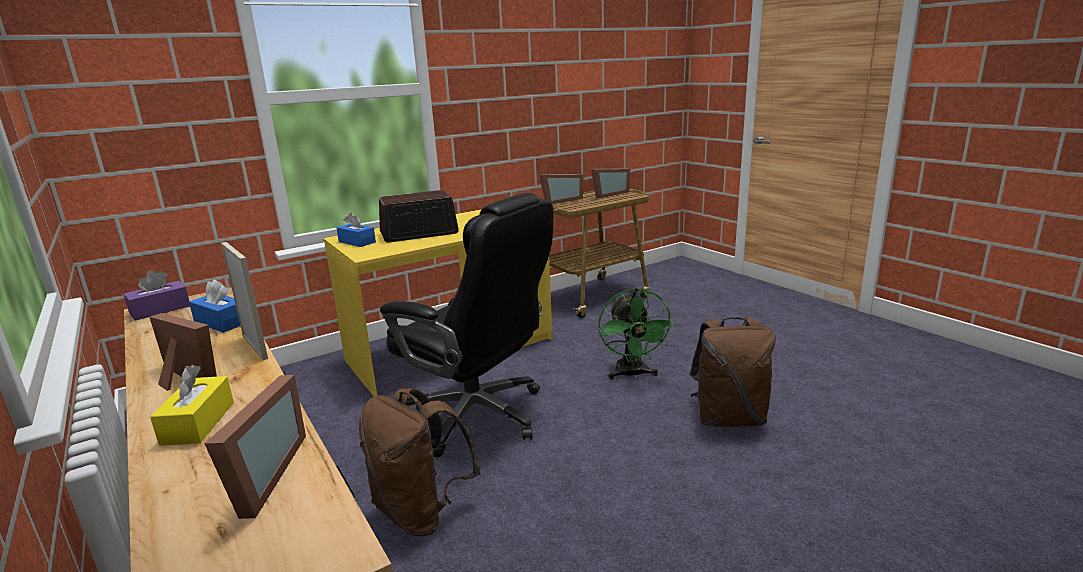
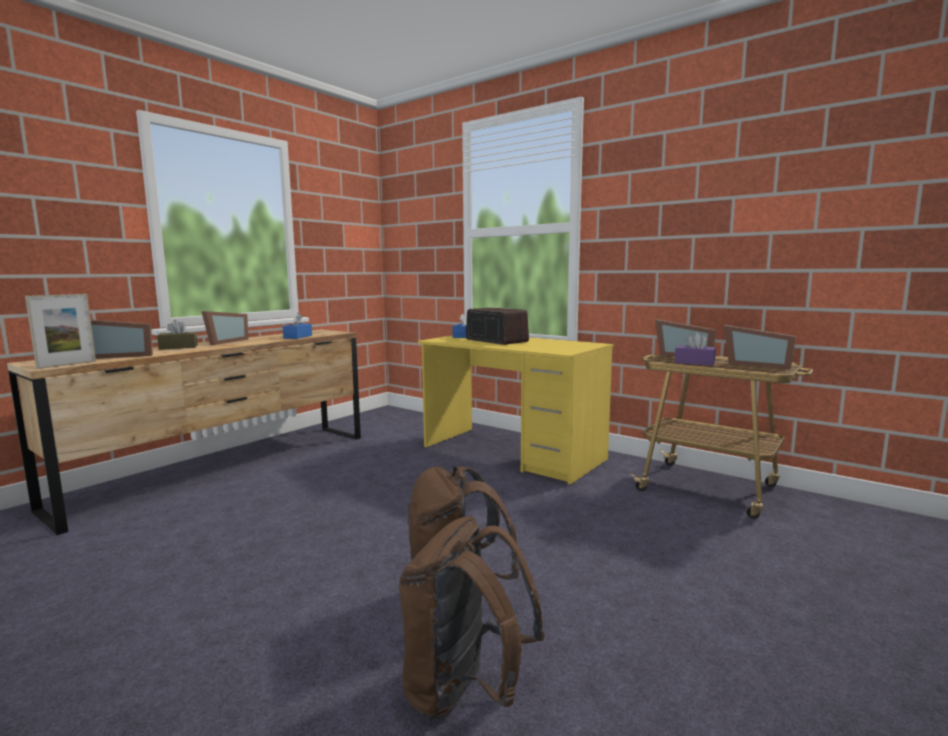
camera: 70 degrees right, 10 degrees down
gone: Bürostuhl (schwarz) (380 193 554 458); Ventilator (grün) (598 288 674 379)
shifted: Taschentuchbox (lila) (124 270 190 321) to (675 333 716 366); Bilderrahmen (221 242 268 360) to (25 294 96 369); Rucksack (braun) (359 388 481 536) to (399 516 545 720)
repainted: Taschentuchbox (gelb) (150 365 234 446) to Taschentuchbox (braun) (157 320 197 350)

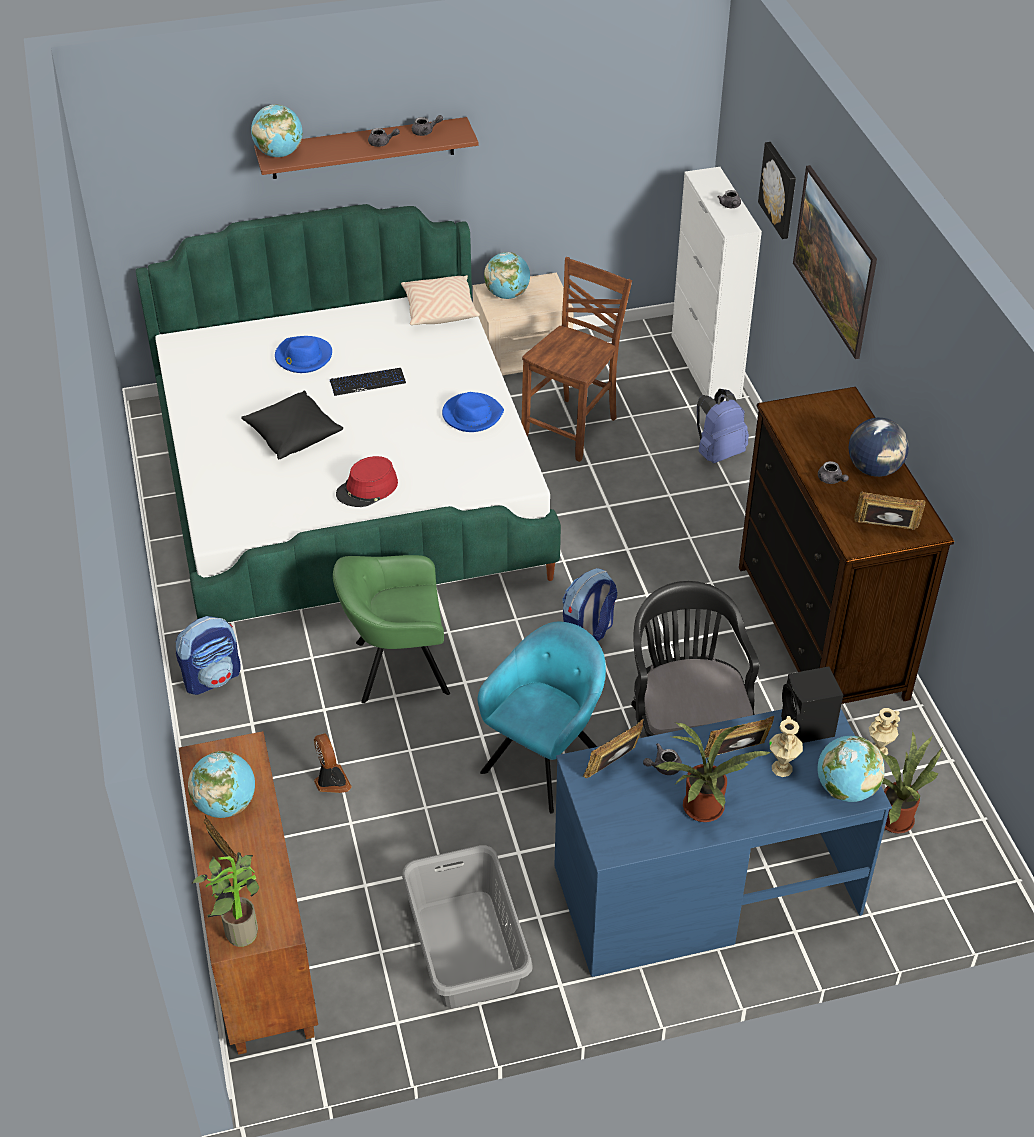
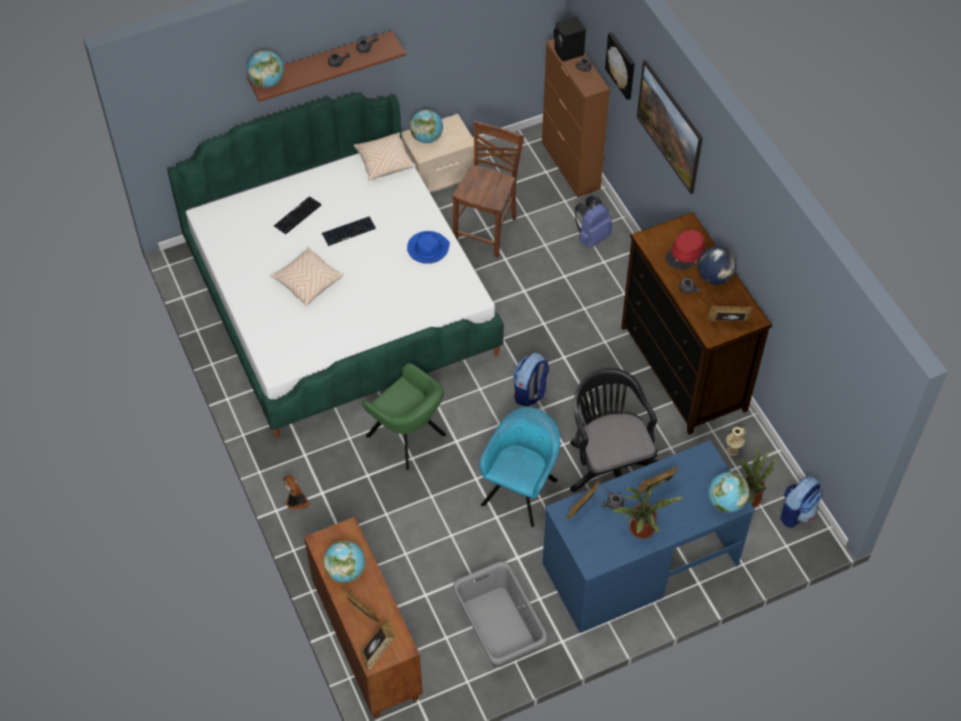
camera: 10 degrees left, 10 degrees up
gone: Vase (beige) (770 716 803 777)
shifted: Rucksack (176 616 241 695) to (780 476 822 528); Ventilator (314 733 352 793) to (283 474 311 510); Hut (rot) (336 456 398 507) to (665 230 705 270); Lautsprecher (schwarz) (781 666 843 743) to (553 16 586 62)
swapped: Topfpflanze (192 852 259 947) to Bilderrahmen (360 620 396 672); Hut (blau) (275 336 332 373) to Tastatur (274 197 321 235)
repainted: Kissen (schwarz) (241 390 343 459) to Kissen (beige) (270 247 344 306); Schrank (weiß) (672 167 762 402) to Schrank (braun) (542 39 610 197)
rotated: Sessel (grün) (333 555 450 703) = (362 363 446 470) 120 degrees counterclockwise

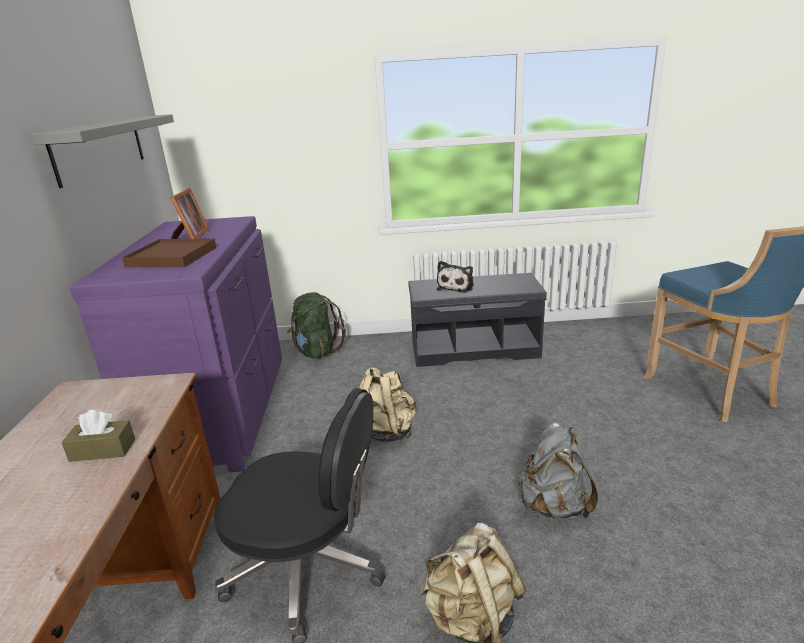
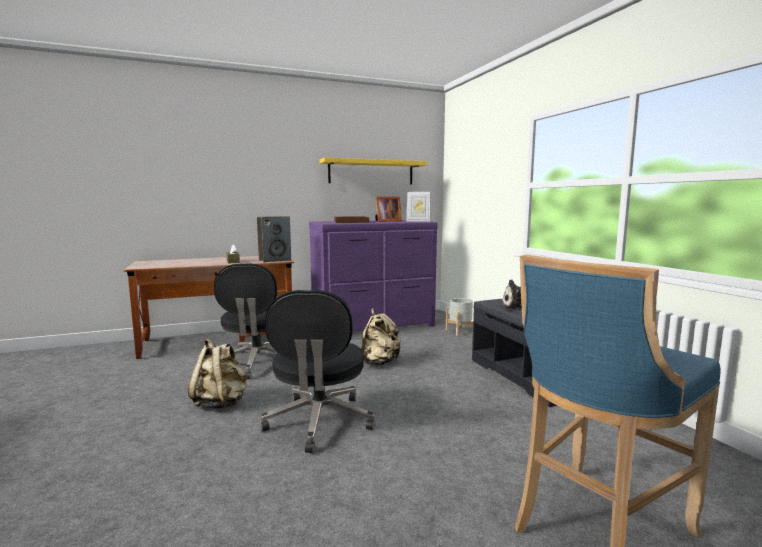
camera: 70 degrees right, 15 degrees down
new: Lautsprecher (257 216 291 262); Bilderrahmen (407 192 431 222)
swapped: Rucksack (grün) (287 292 346 359) to Pflanzkübel (grau) (446 298 473 336); Rucksack (grau) (518 423 598 519) to Bürostuhl (schwarz) (260 290 375 453)
repainted: Wandregal (grau) (30 114 174 188) to Wandregal (gelb) (320 157 428 185)

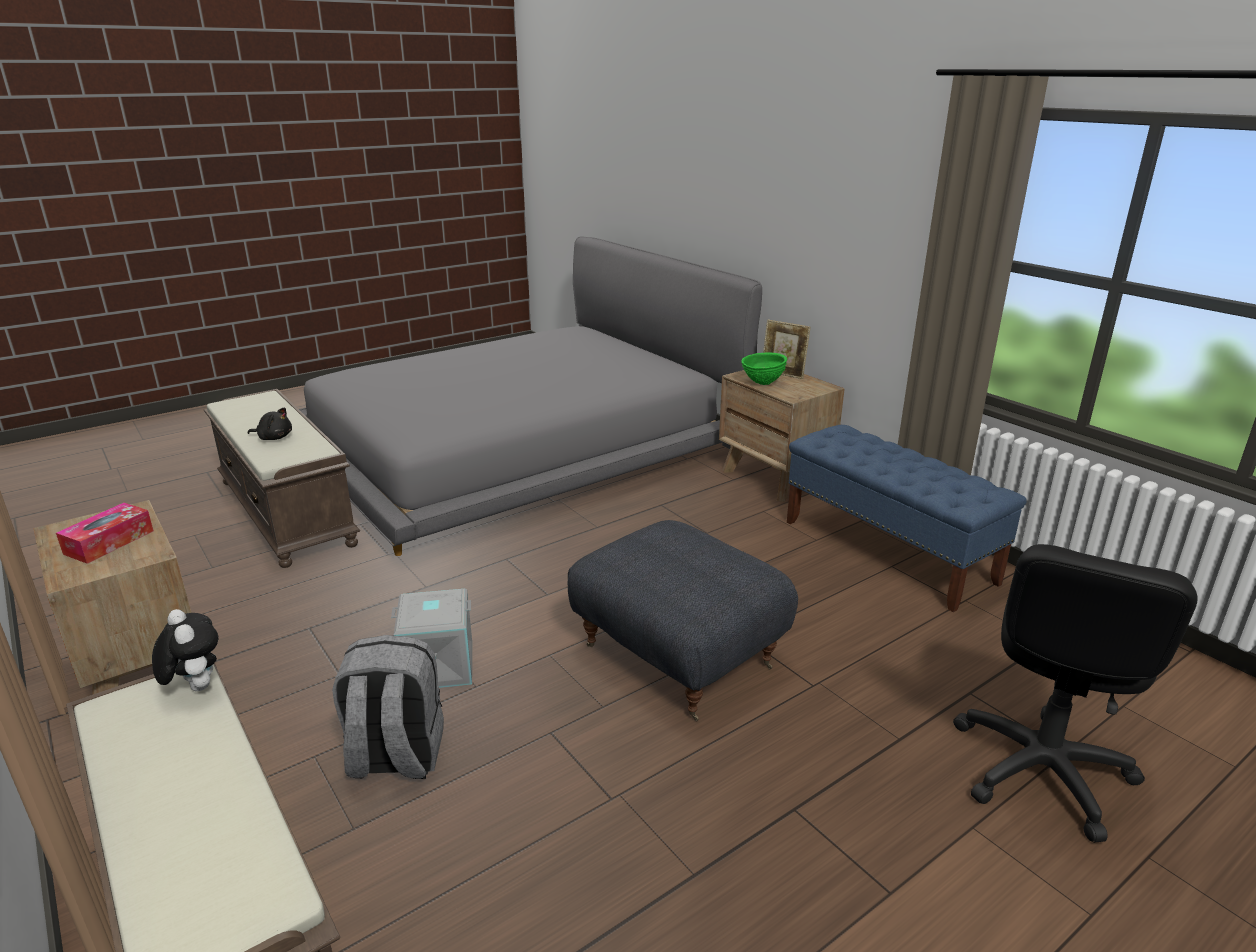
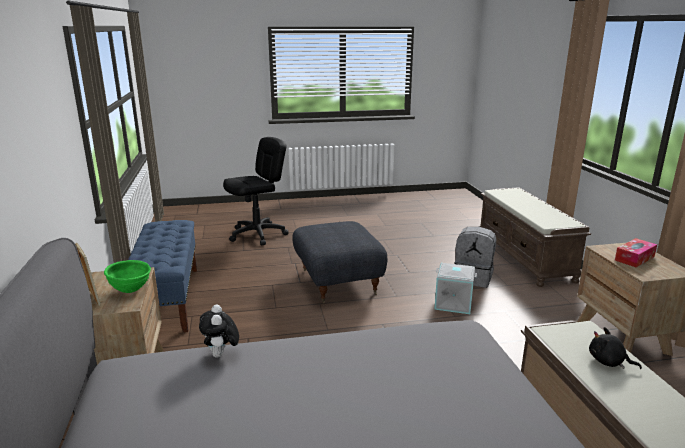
camera: 155 degrees left, 5 degrees down
shifted: Plüschtier (152 609 218 691) to (199 304 239 358)

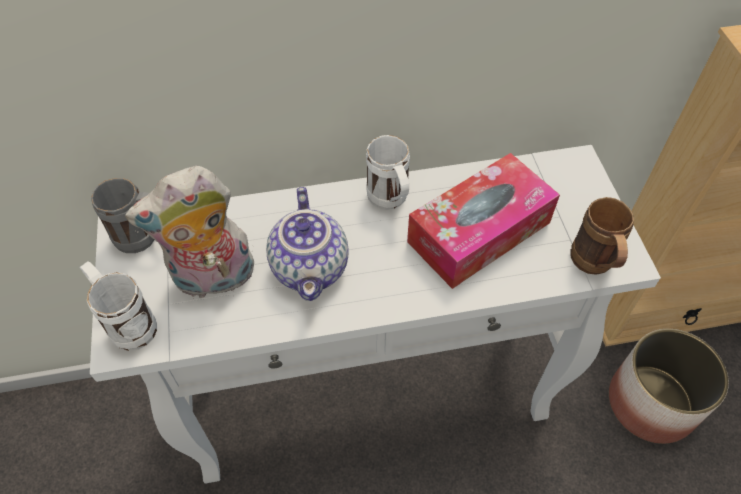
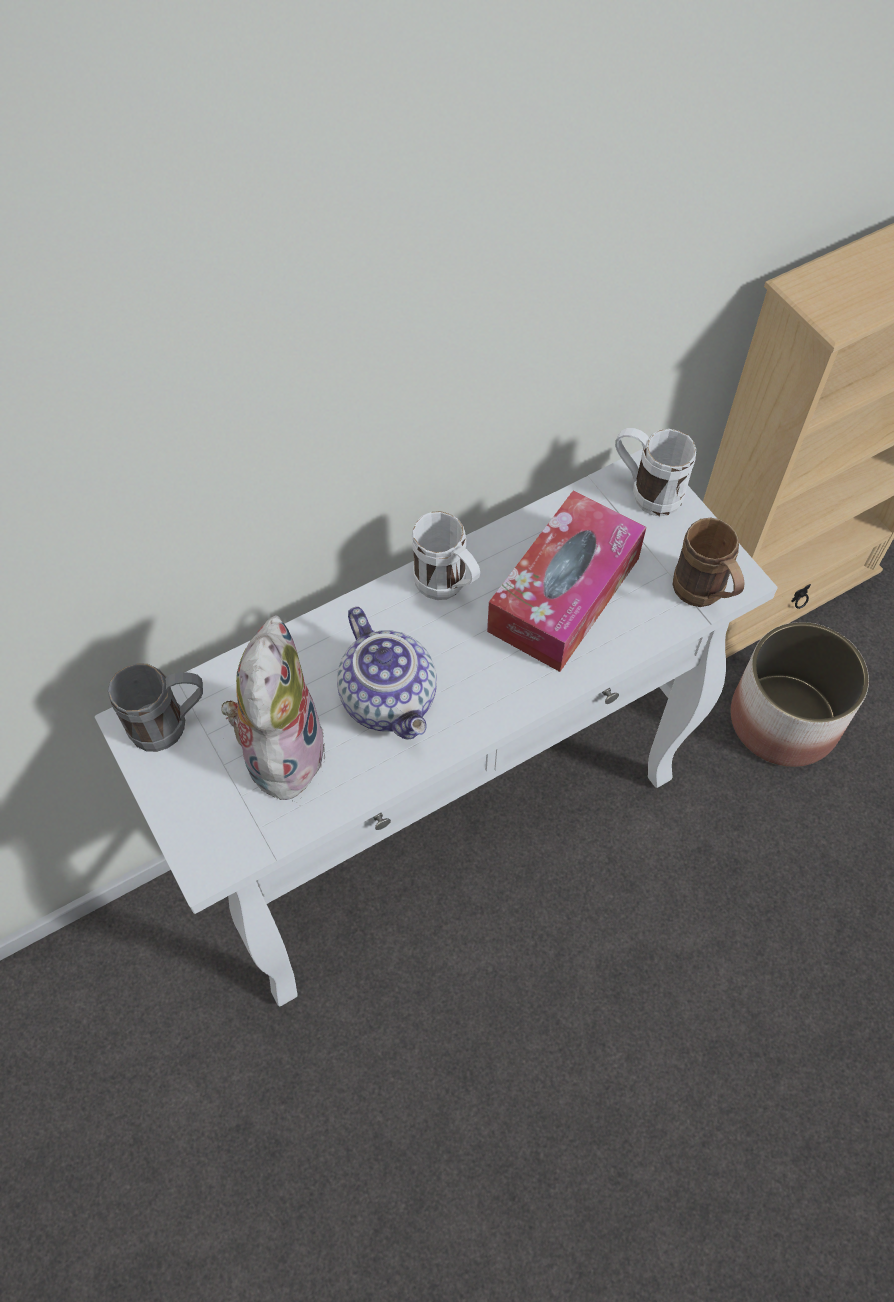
camera: 20 degrees left, 5 degrees up
shifted: Henkelbecher (weiß) (79 261 157 351) to (615 428 696 516)
rotated: Plüschtier (125 166 254 299) = (221 615 325 806) 135 degrees clockwise

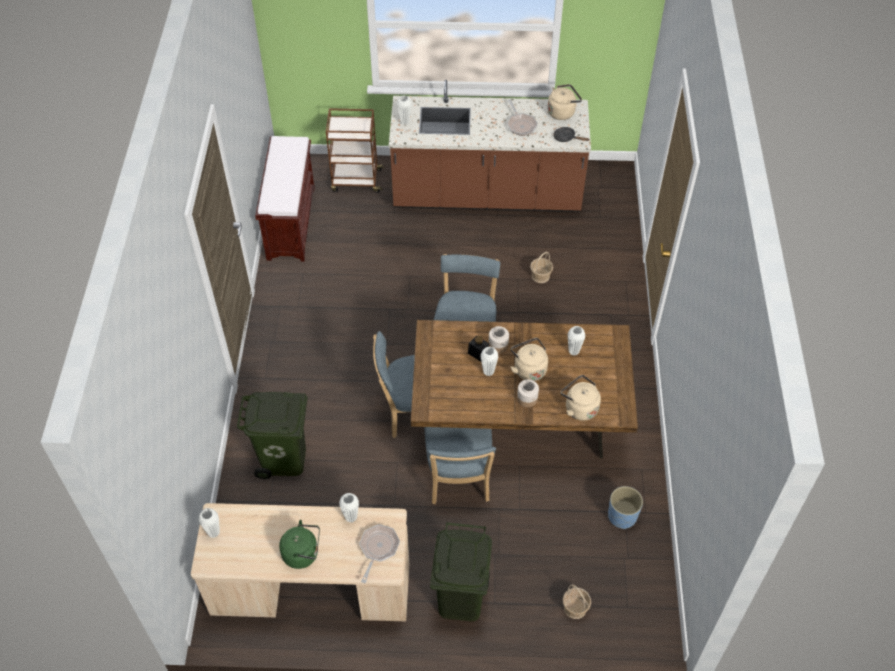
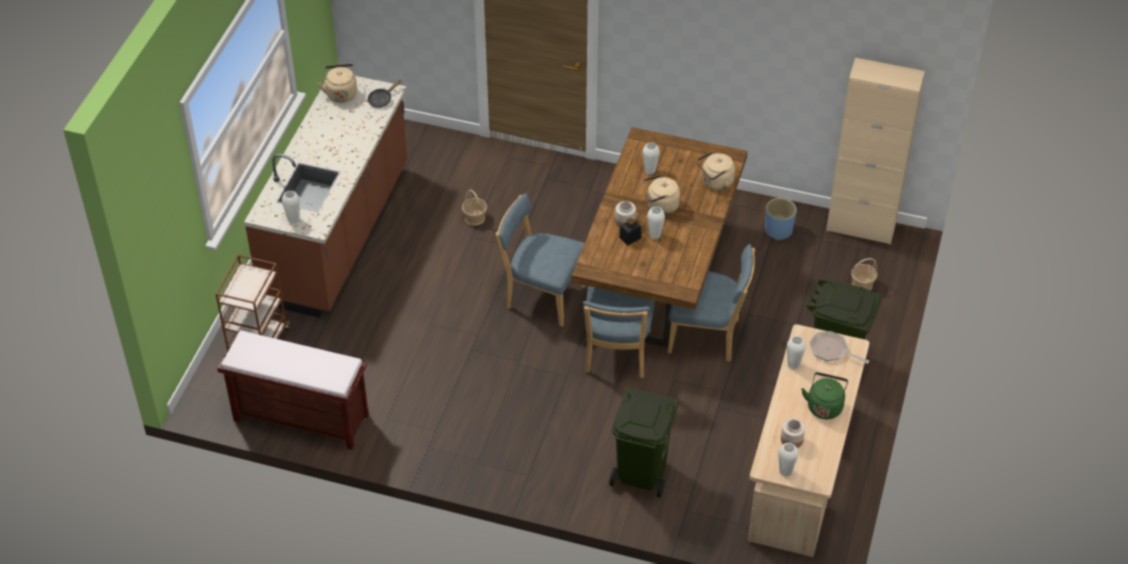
camera: 75 degrees left, 5 degrees down
gone: Pfanne (507 99 538 136)
new: Schrank (beige) (826 58 925 245)
shifted: Vorratsglas (517 379 539 407) to (781 418 805 448)

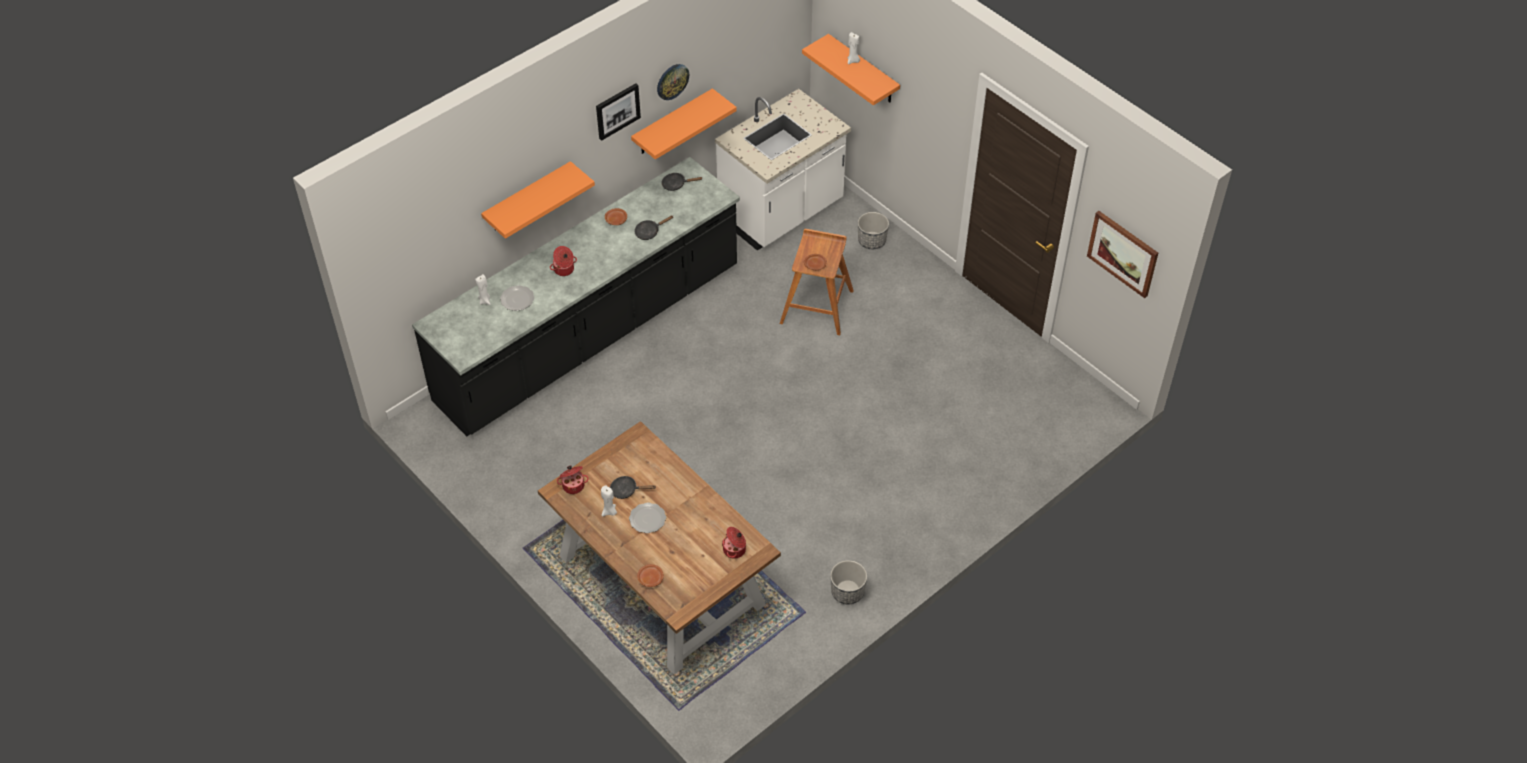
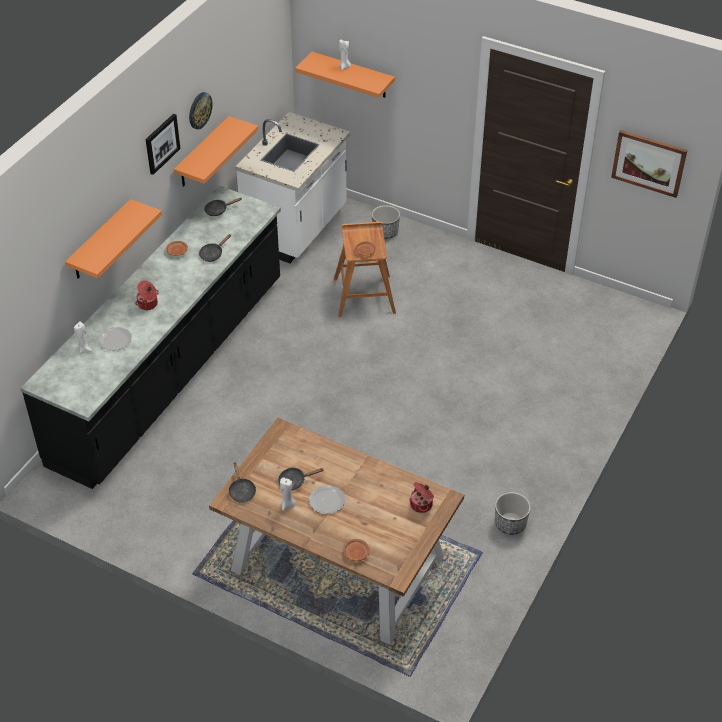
camera: 20 degrees left, 5 degrees down
swapped: Kochtopf (557 466 589 494) to Pfanne (schwarz) (228 462 256 503)

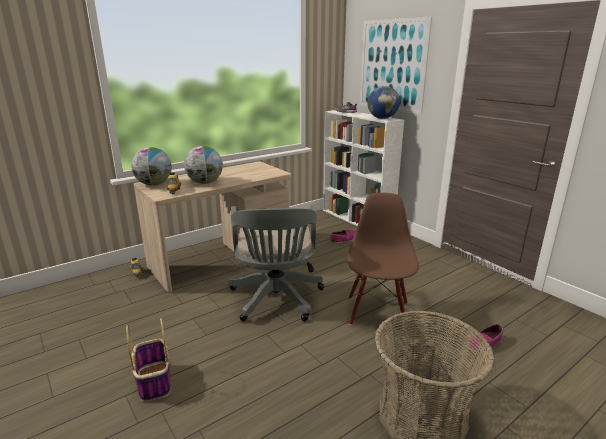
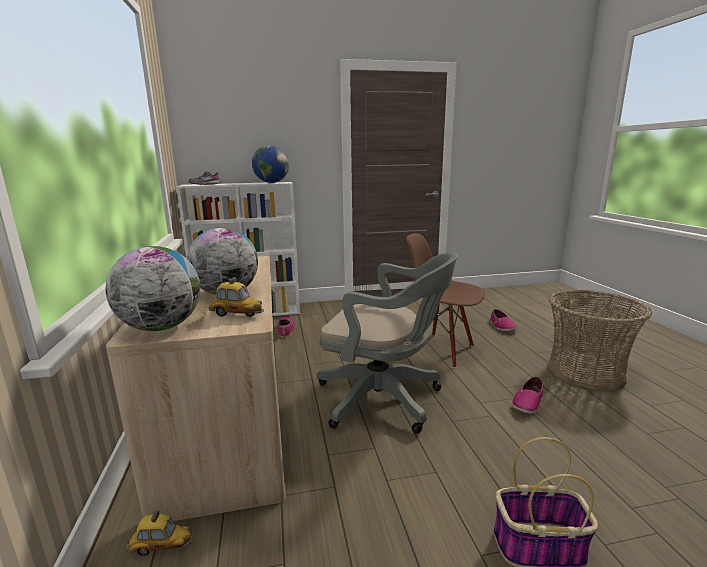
camera: 65 degrees left, 5 degrees down
gone: Bild (360 17 432 115)
new: Schuh (512 377 543 414)

